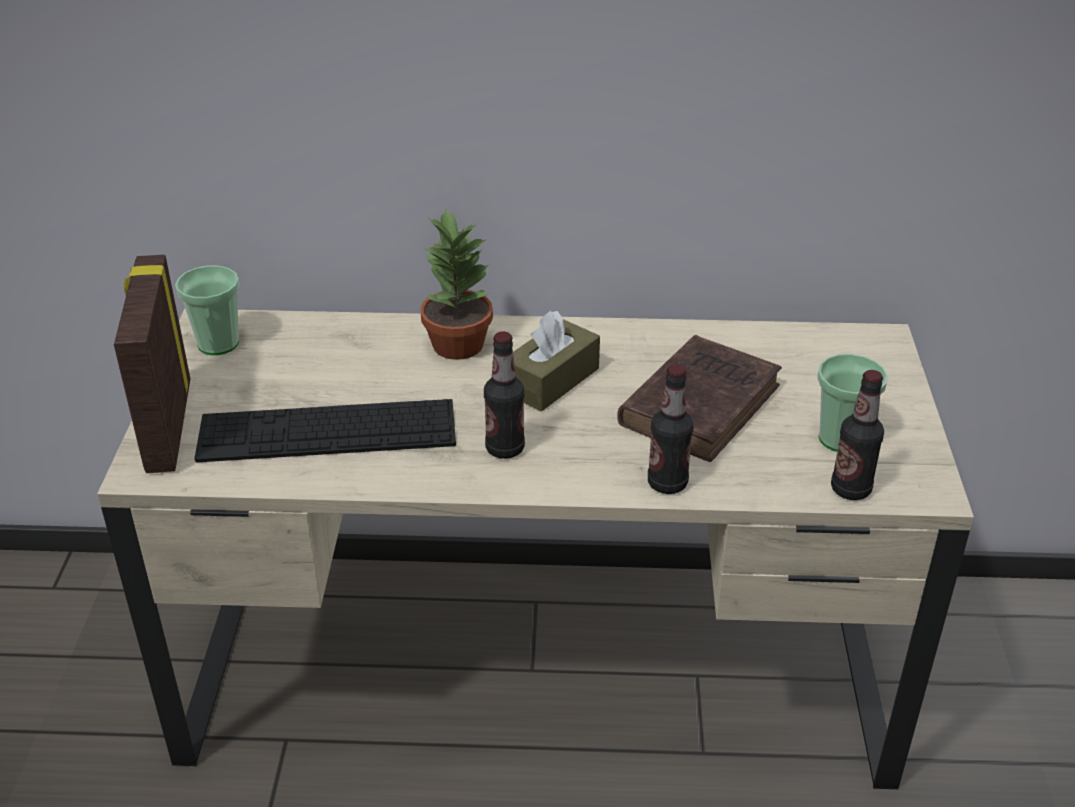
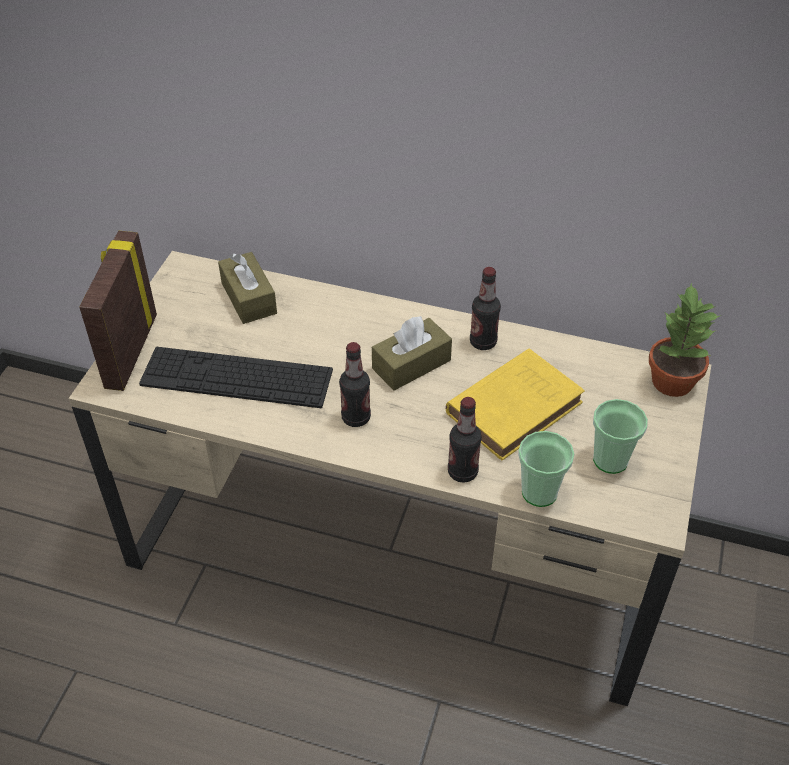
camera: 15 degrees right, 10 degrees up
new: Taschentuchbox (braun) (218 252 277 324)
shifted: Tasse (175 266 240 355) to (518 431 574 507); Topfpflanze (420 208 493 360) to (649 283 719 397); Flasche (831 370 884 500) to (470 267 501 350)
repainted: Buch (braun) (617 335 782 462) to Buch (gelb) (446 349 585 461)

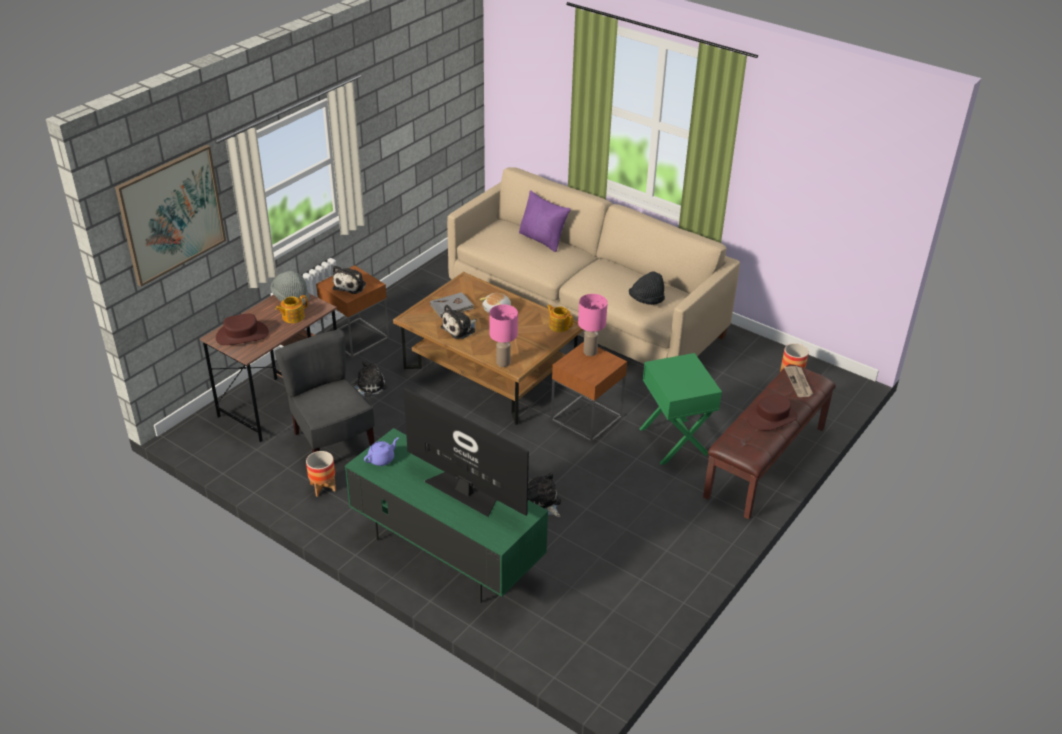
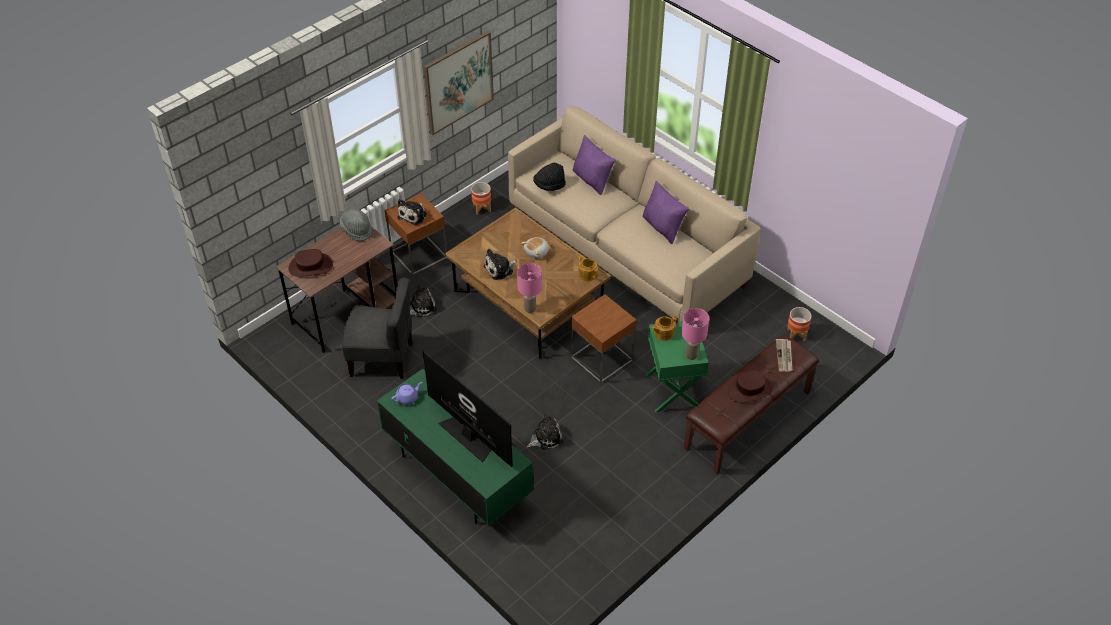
camera: 10 degrees right, 10 degrees up
gone: Buch (grau) (430 292 474 318)
new: Kissen (lila) (642 181 689 244)
shifted: Bild (115 145 226 287) to (424 31 494 135); Teekanne (275 295 308 323) to (651 316 678 341); Pflanzkübel (306 451 336 497) to (471 182 491 215); Tischlampe (rosa) (578 294 608 356) to (681 308 709 360); Hut (schwarz) (629 272 665 305) to (533 163 566 191)
rotated: Stuhl (grau) (275 329 375 453) = (342 278 412 379) 120 degrees clockwise; Plüschtier (528 473 561 517) = (527 414 563 450) 90 degrees clockwise

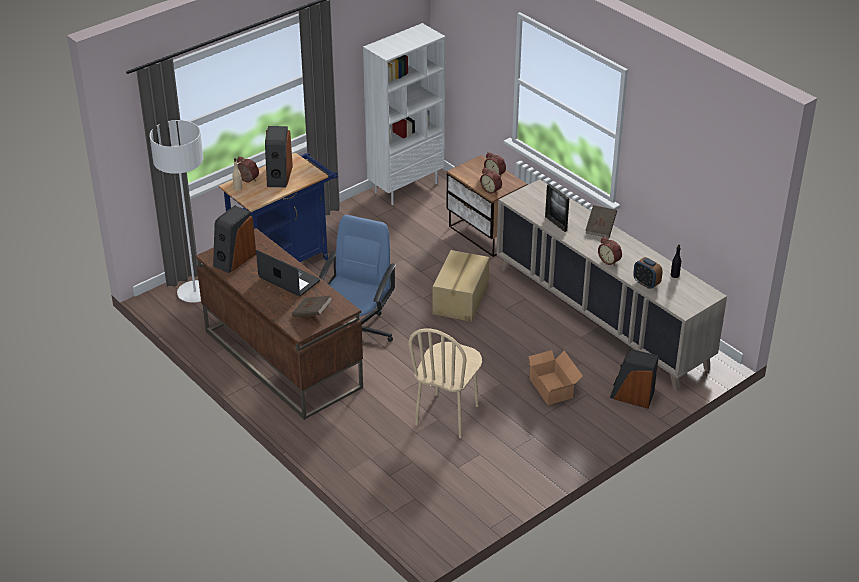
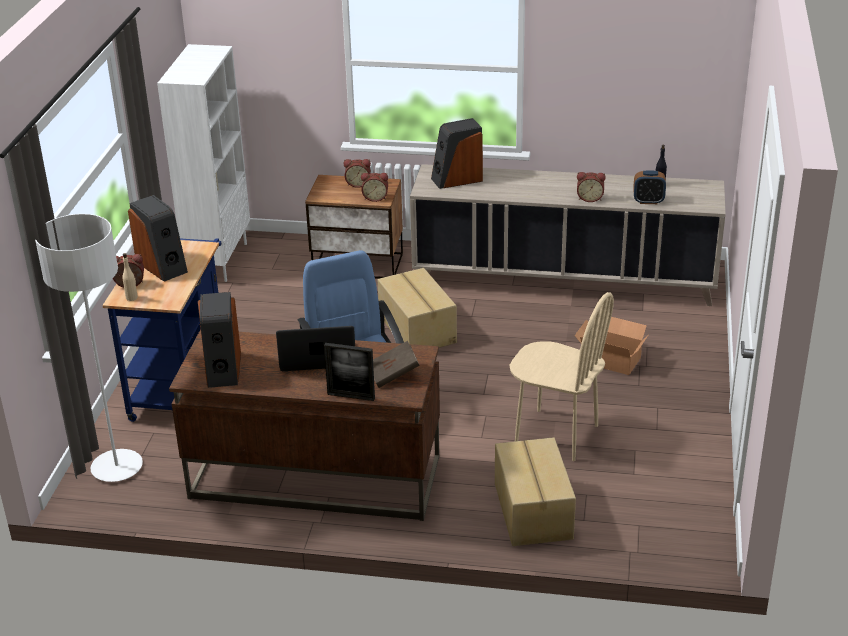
camera: 40 degrees left, 5 degrees down
gone: Buch (braun) (585 205 617 238)
new: Karton (495 437 576 546)
shifted: Bilderrahmen (545 184 569 232) to (324 343 375 401); Lautsprecher (610 349 659 409) to (431 118 483 189)
rotated: Stuhl (beige) (408 328 482 438) = (510 292 614 461) 45 degrees counterclockwise

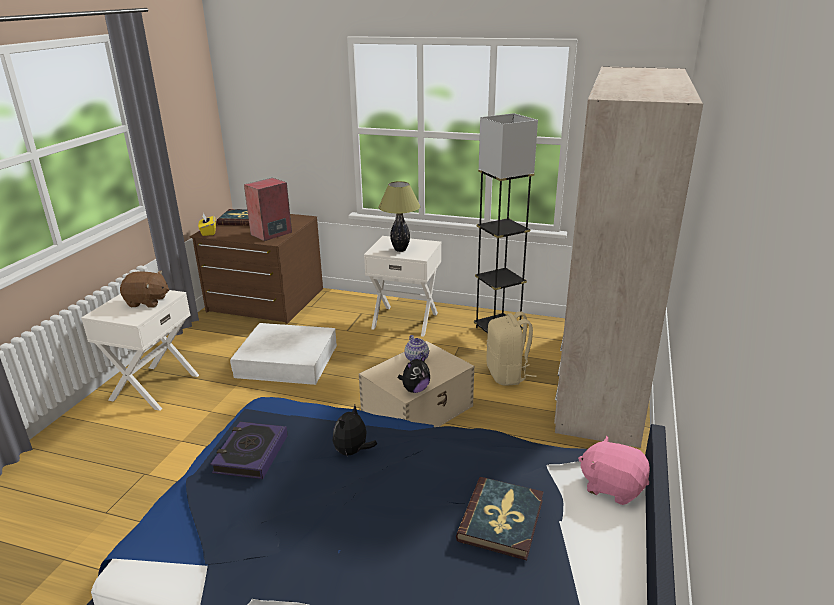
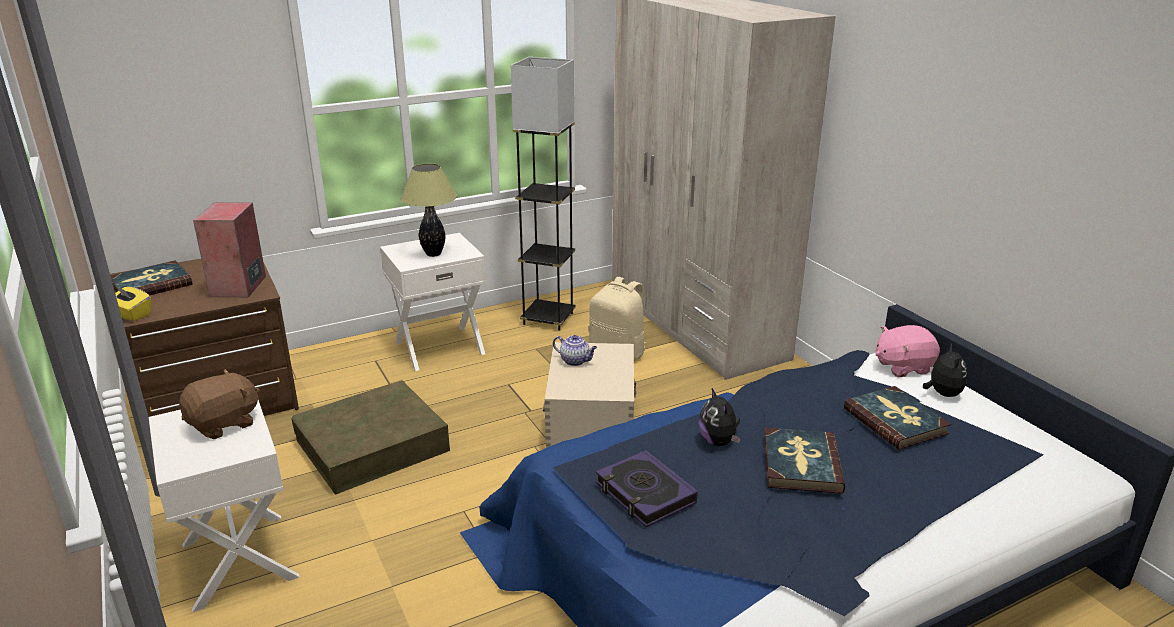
camera: 45 degrees left, 0 degrees up
new: Buch (764 427 845 494)
shifted: Plüschtier (398 355 430 393) to (923 344 968 397)
repainted: Aufbewahrungsbox (weiß) (230 323 337 385) to Aufbewahrungsbox (braun) (292 380 450 494)

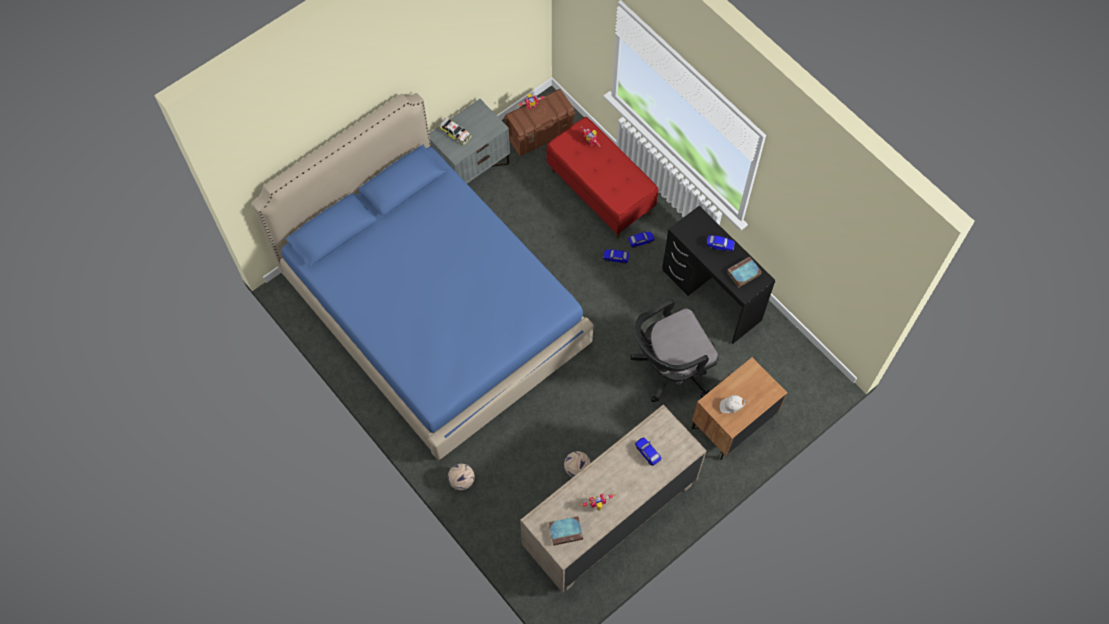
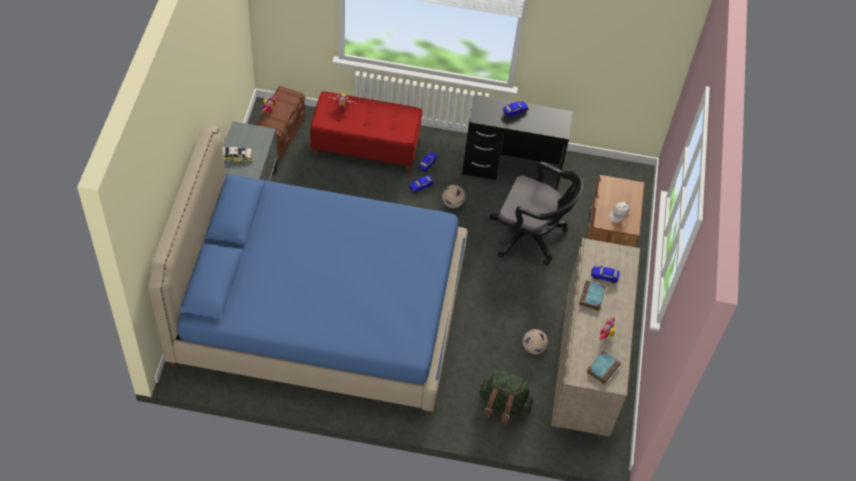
camera: 45 degrees left, 10 degrees down
new: Rucksack (grün) (479 371 533 424)
shifted: Fußball (448 463 475 490) to (442 185 465 208); Buch (727 256 762 287) to (579 280 606 311)
rotated: Bürostuhl (schwarz) (630 299 719 402) = (489 161 583 265) 90 degrees counterclockwise

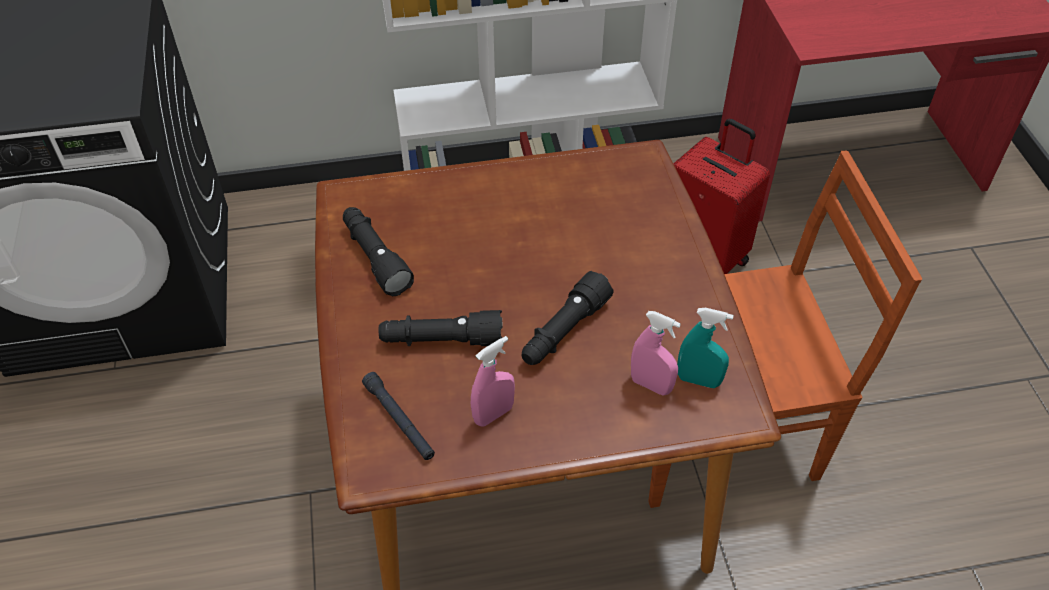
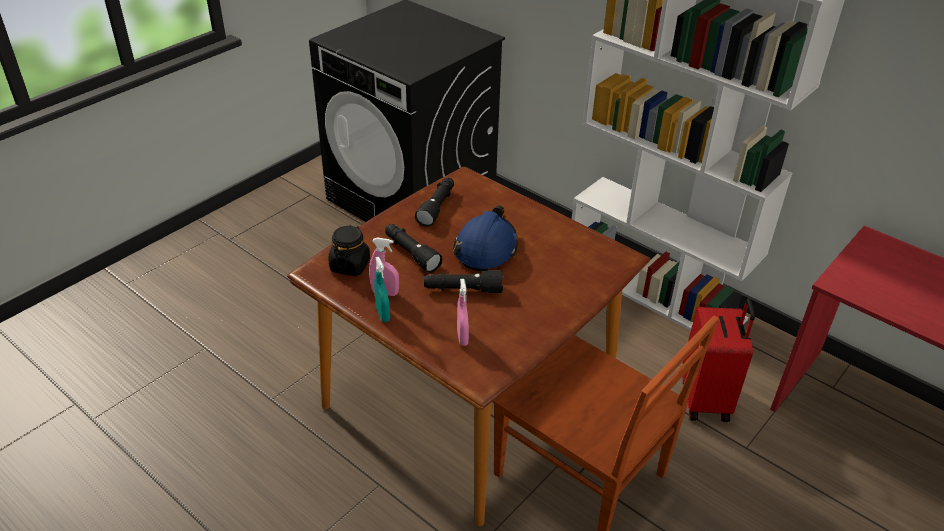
camera: 50 degrees right, 10 degrees down
new: Schutzhelm (blau) (453 205 518 271)
shifted: Sprühflasche (türkis) (677 308 734 388) to (374 257 390 322)
swapped: Taschenlampe (schwarz) (362 372 435 460) to Vorratsglas (schwarz) (328 225 370 276)

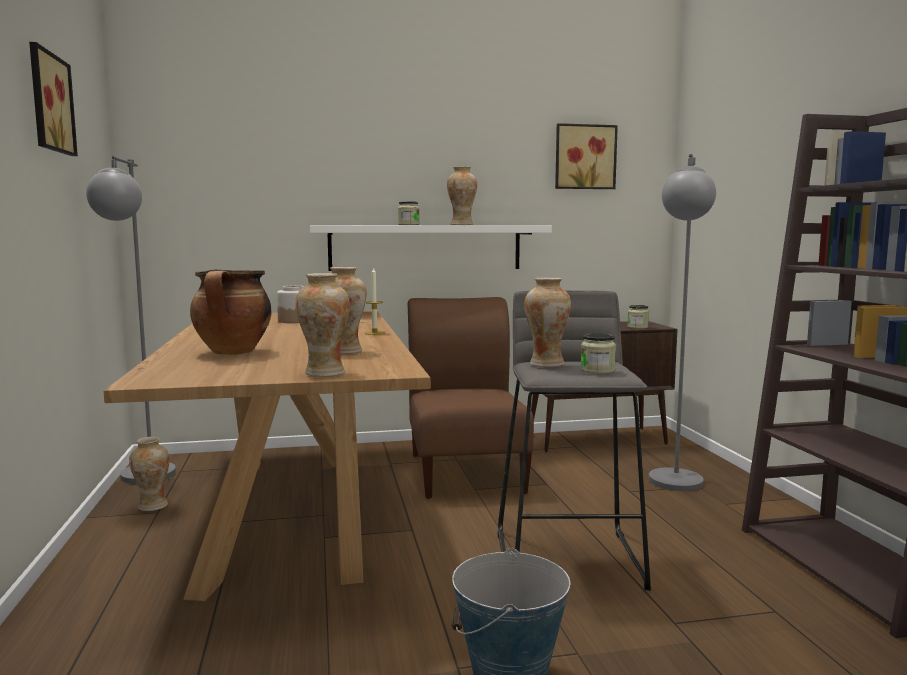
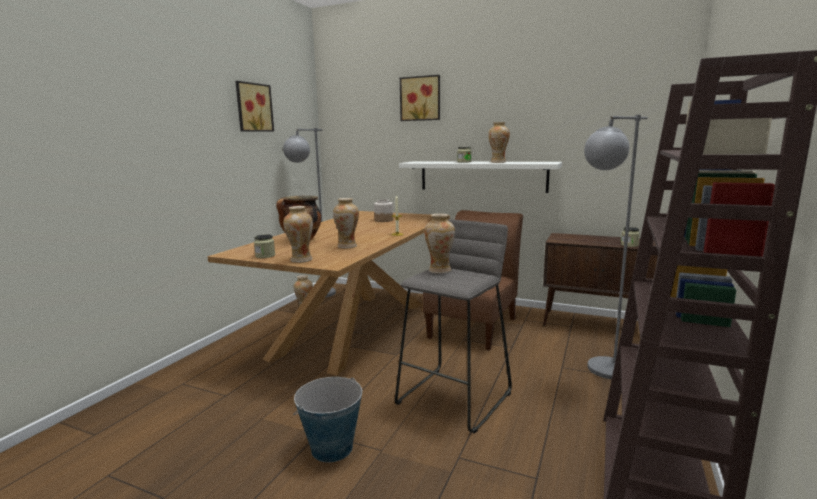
camera: 35 degrees right, 5 degrees up
shifted: Bild (555 123 618 189) to (400 75 440 121); Vorratsglas (581 333 616 374) to (254 234 275 258)

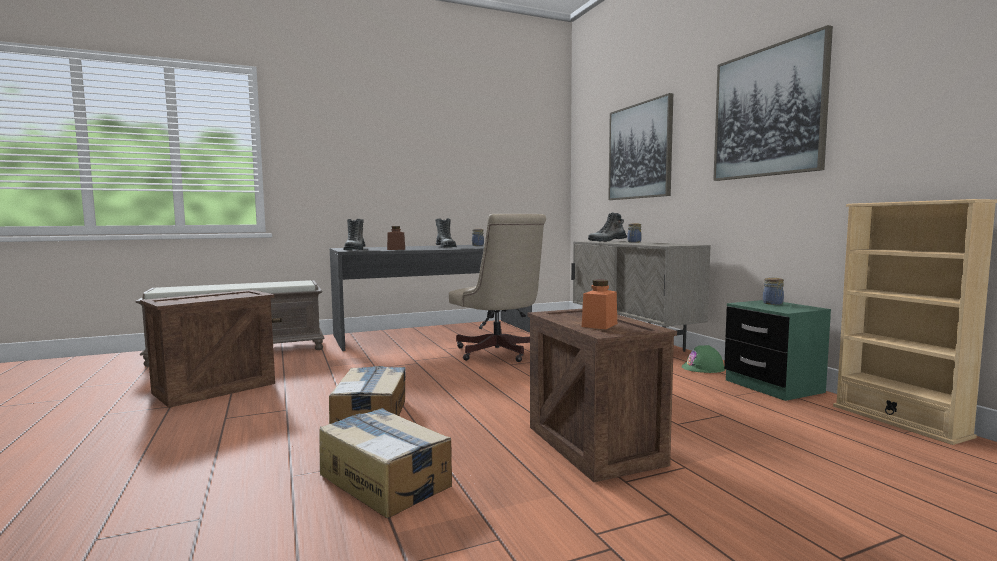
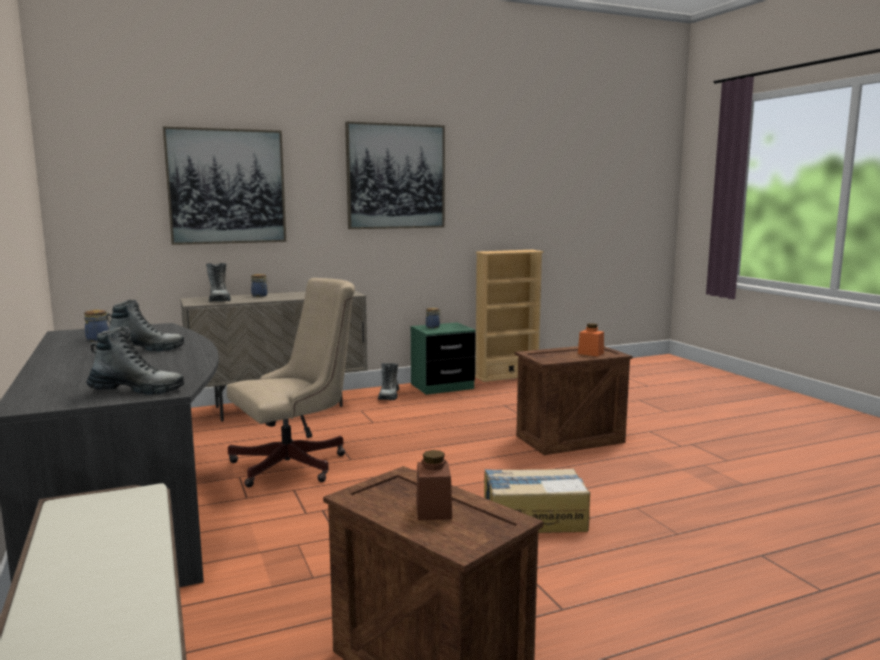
camera: 90 degrees left, 5 degrees up
gone: Karton (319 408 452 518)
shifted: Vorratsglas (braun) (387 226 405 250) to (416 450 452 521)
swapped: Schutzhelm (grün) (682 345 725 373) to Stiefel (378 363 399 400)

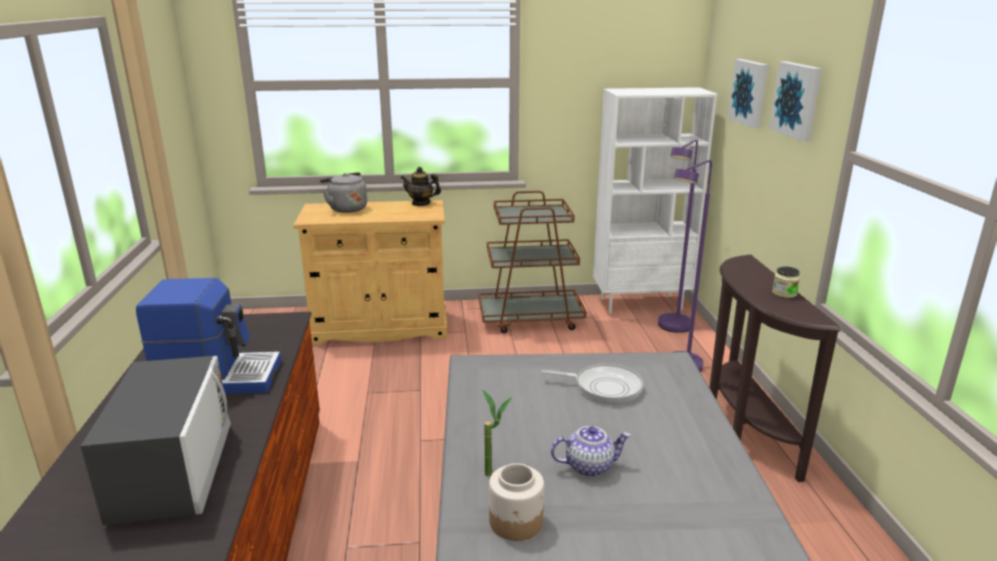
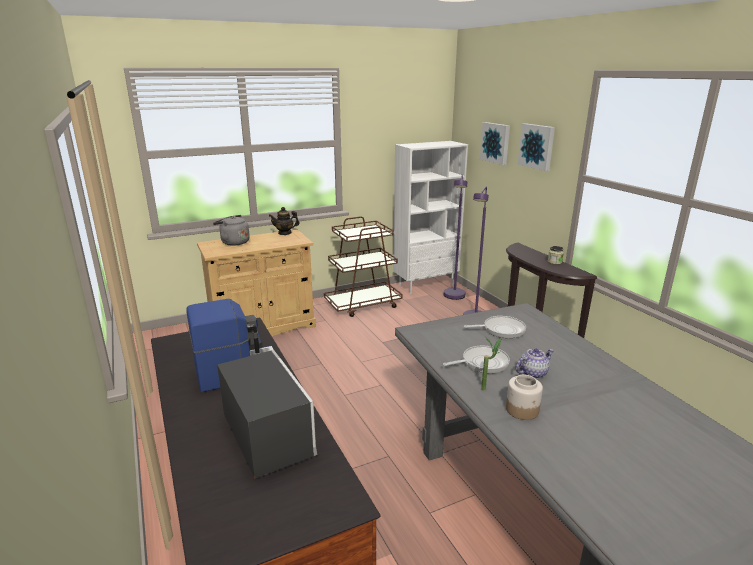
camera: 20 degrees left, 0 degrees up
new: Pfanne (443 346 510 373)

